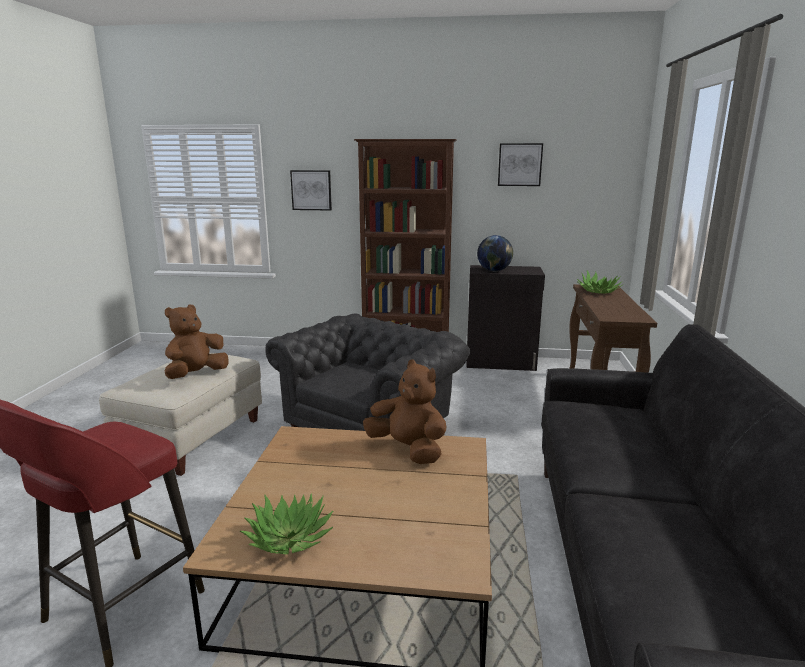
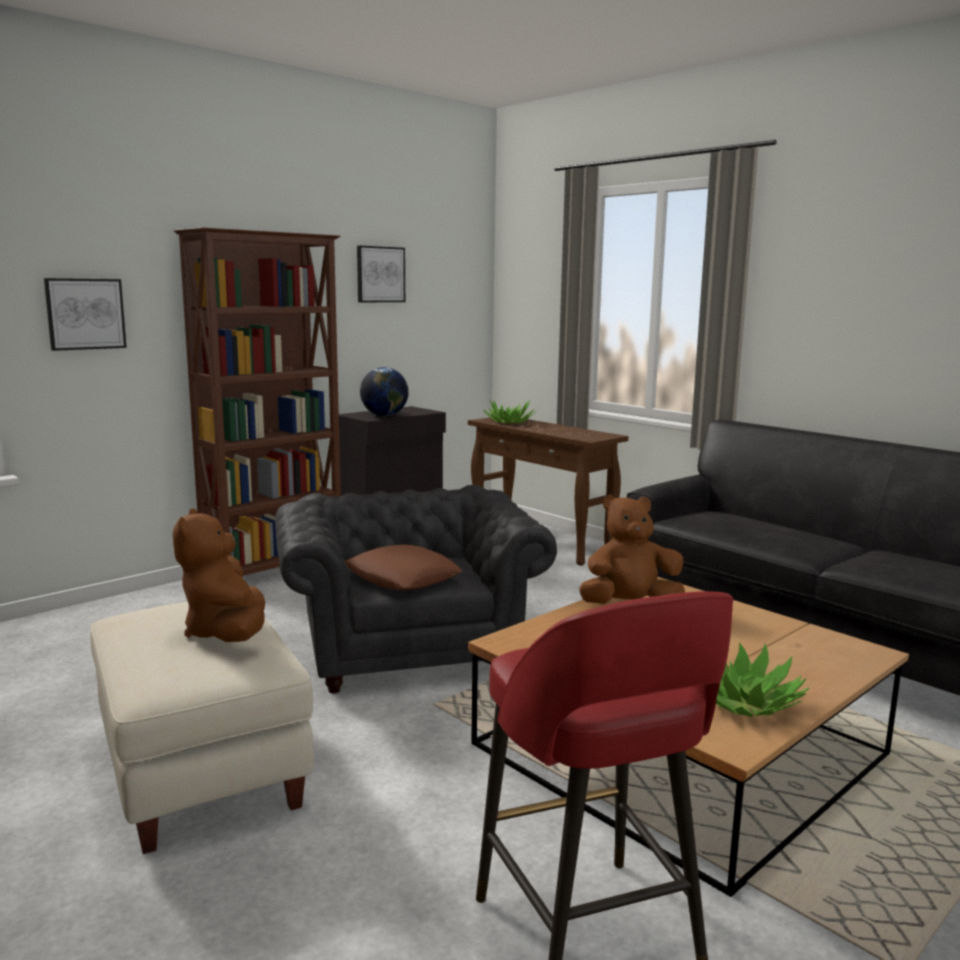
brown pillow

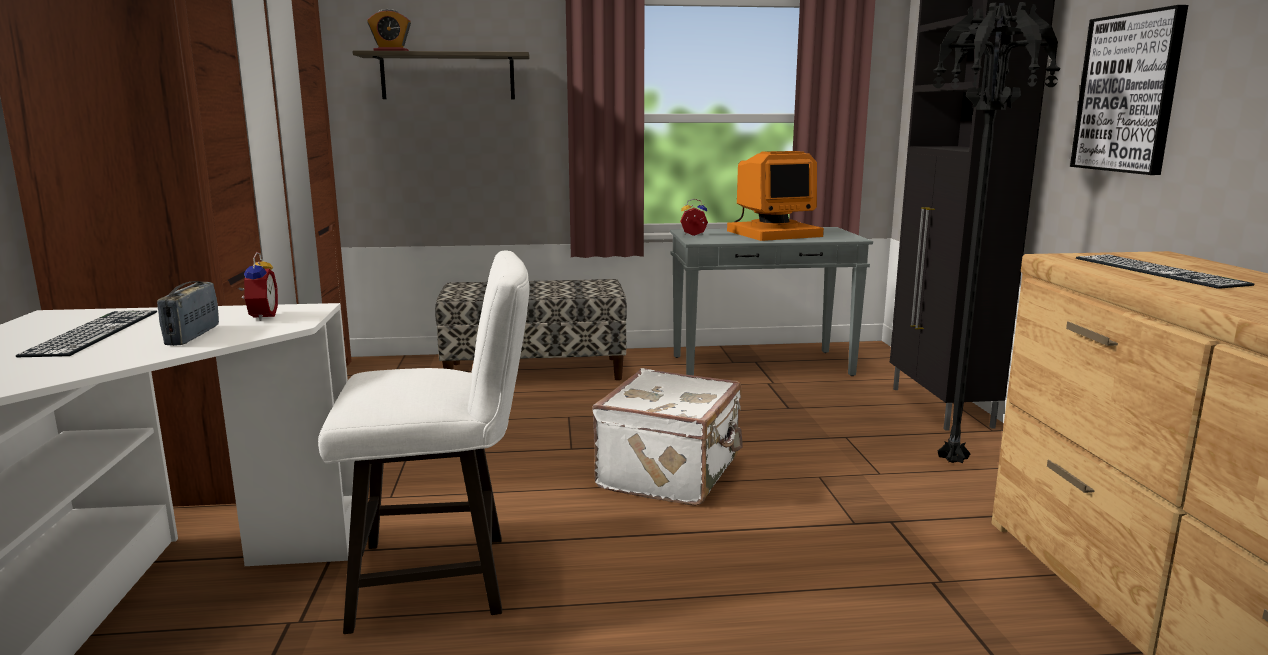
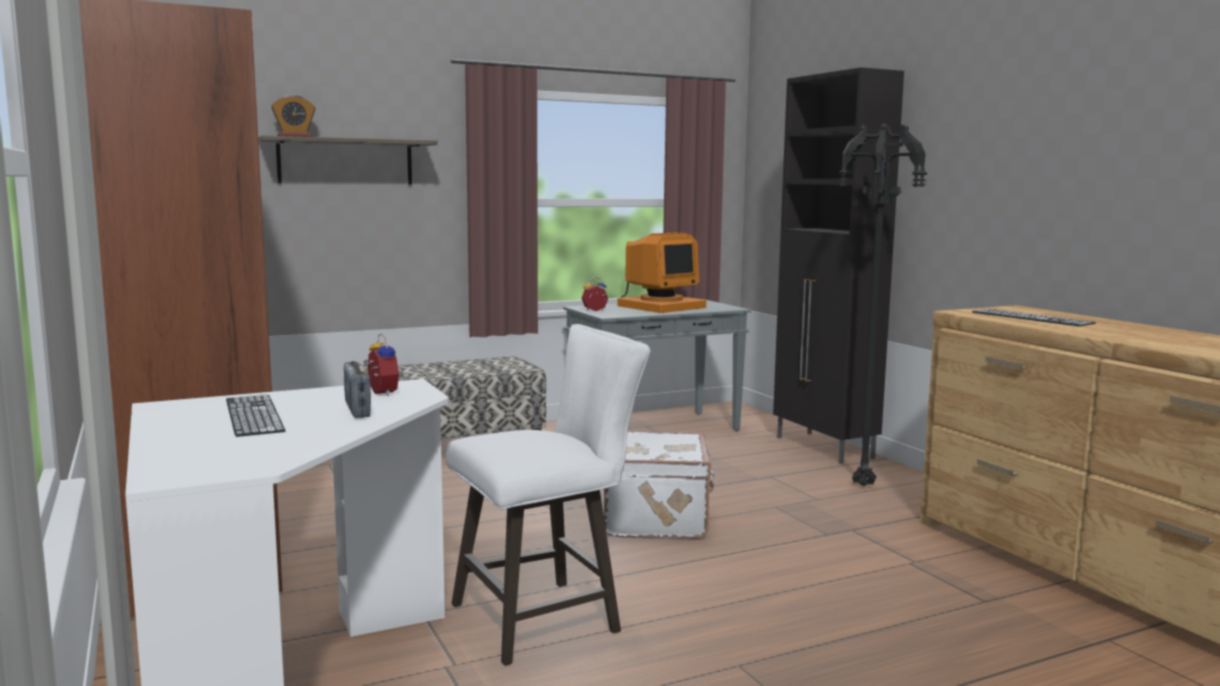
picture

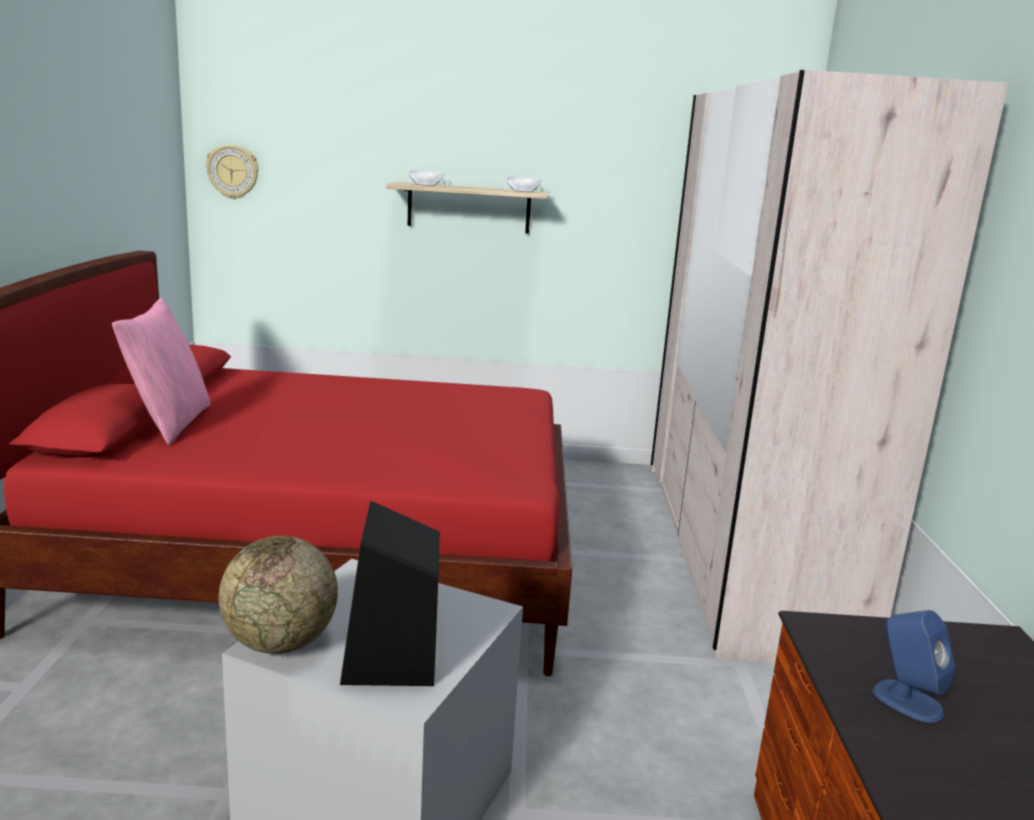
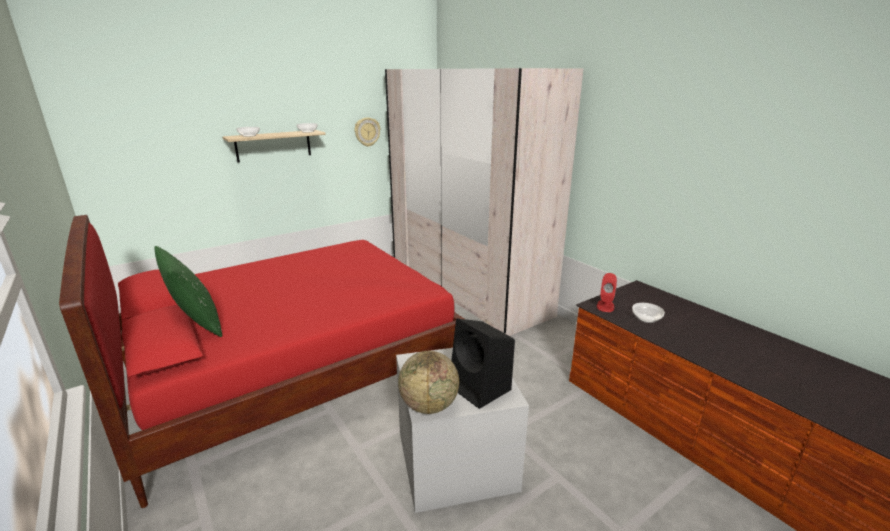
red speaker; wall clock; bowl (no. 3 from left); green pillow

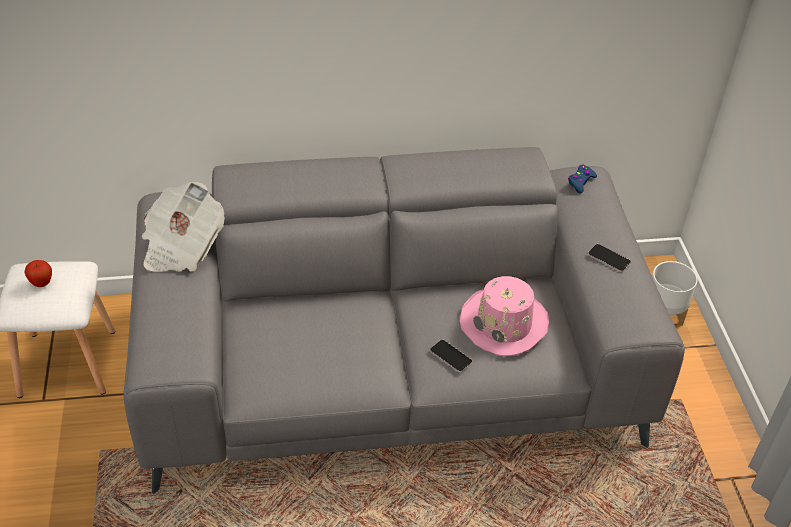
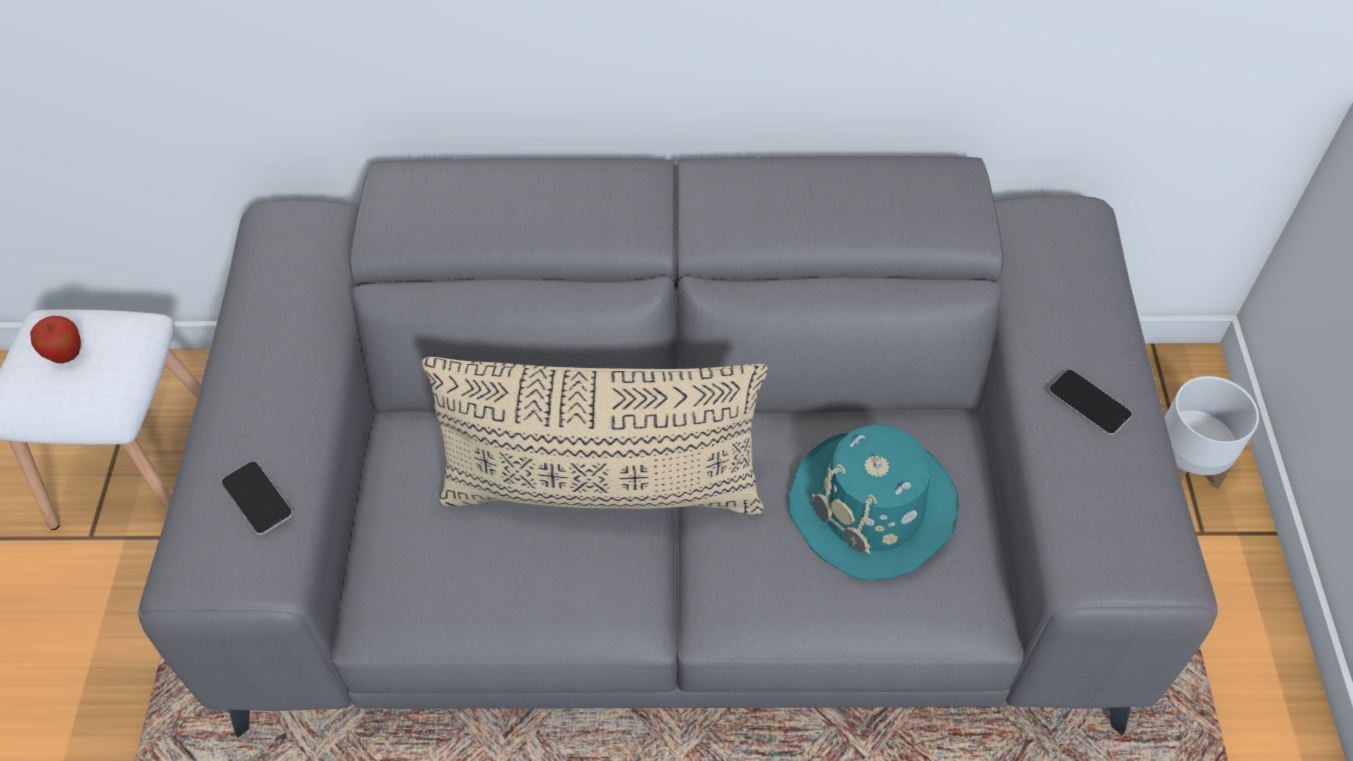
newspaper; blue game controller; beige pillow; phone (no. 1 from left); turquoise hat

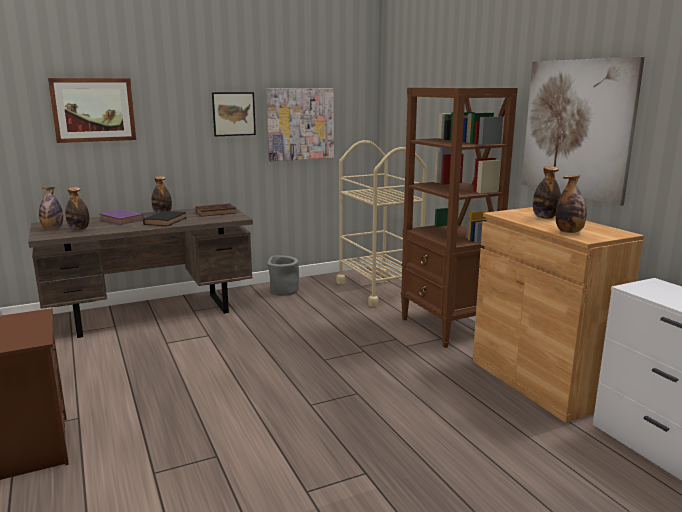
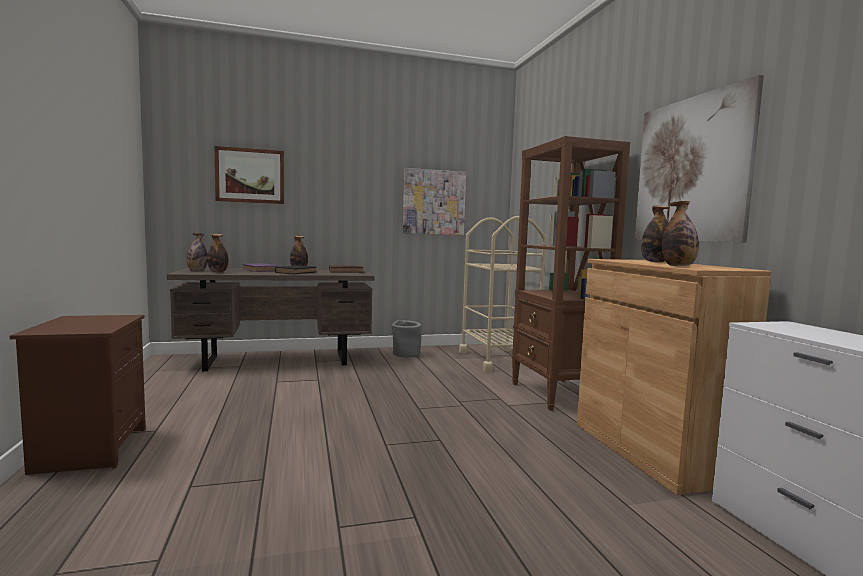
picture (no. 2 from left in the first image)

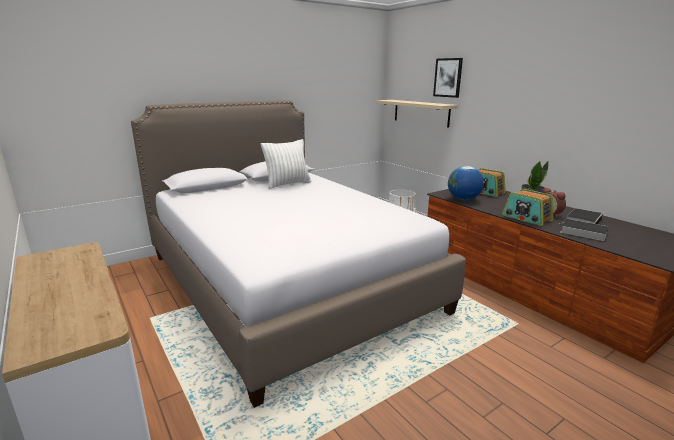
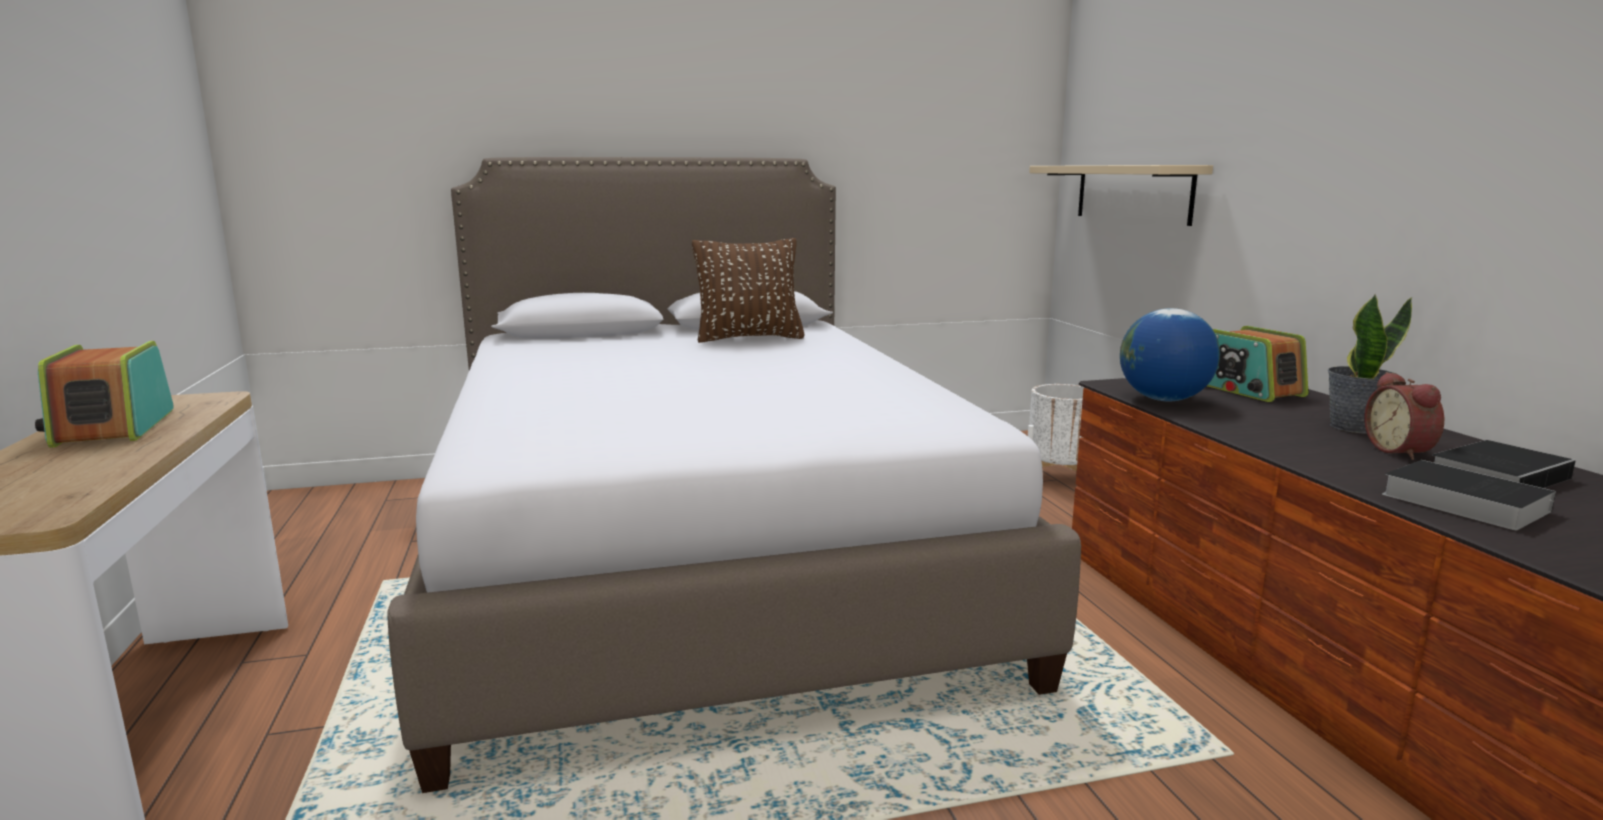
picture; radio (no. 1 from left); brown pillow

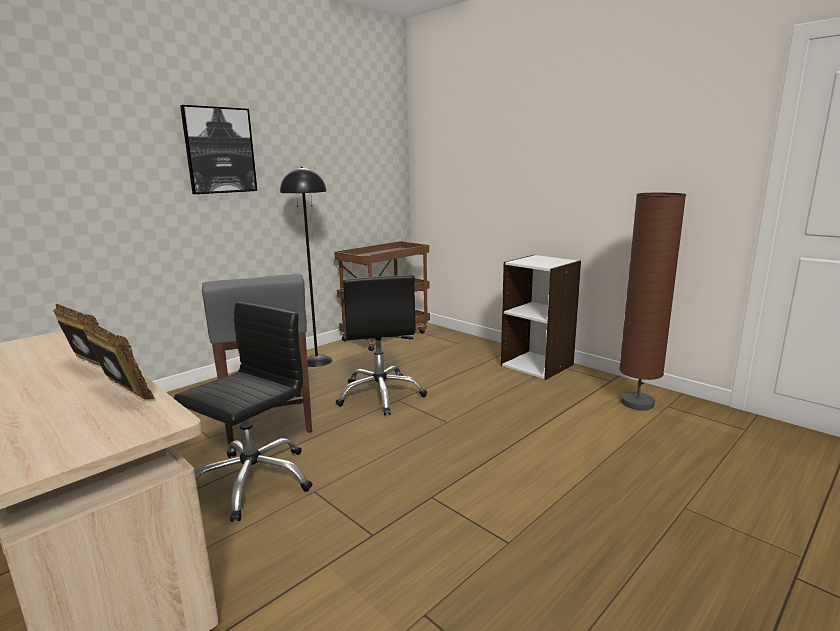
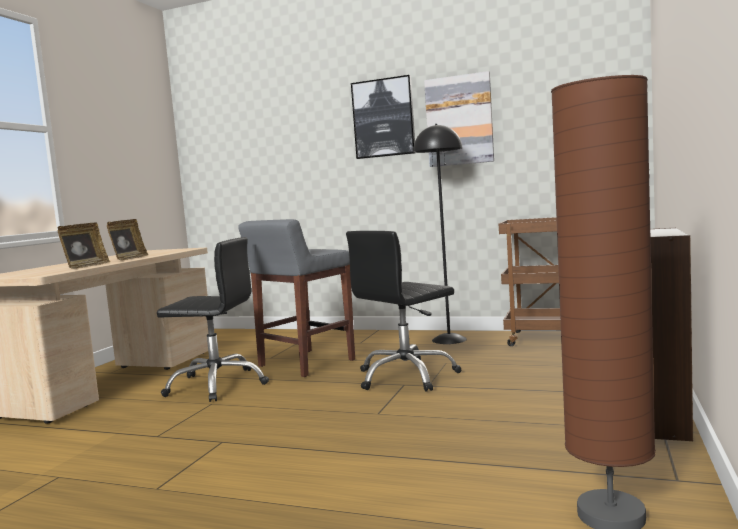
picture (no. 2 from left)

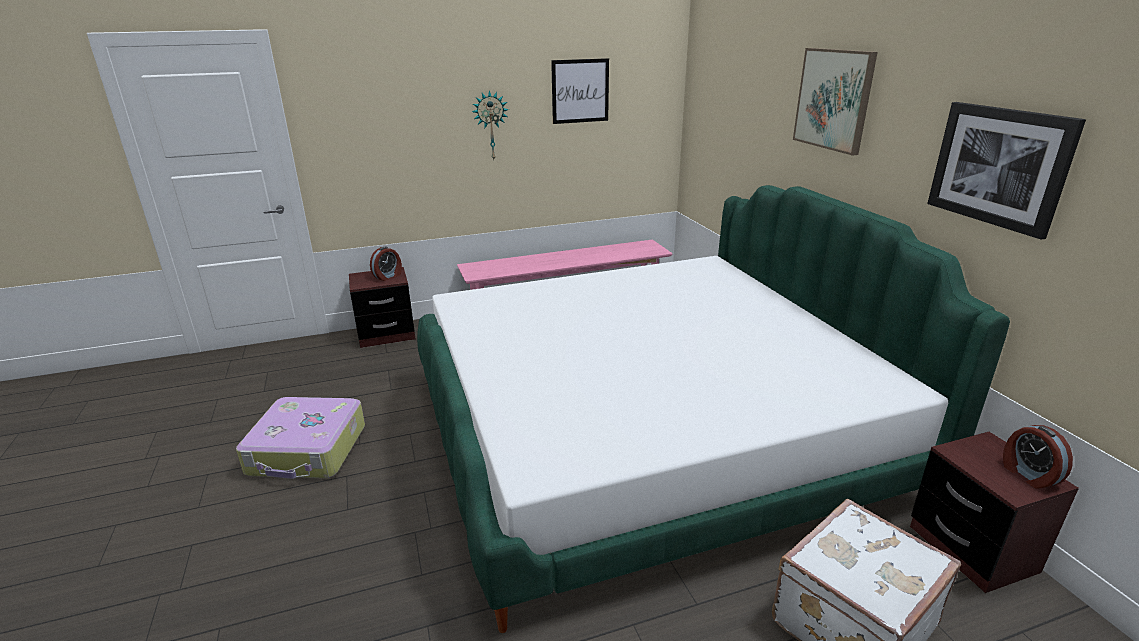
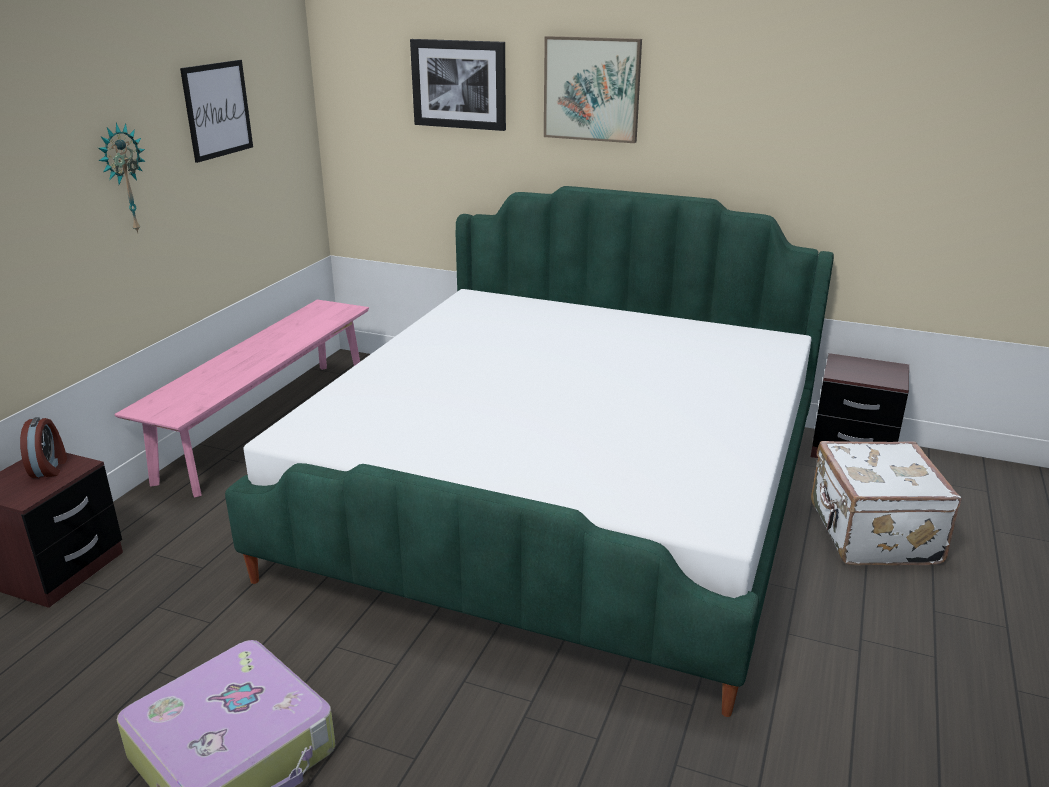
alarm clock (no. 2 from left in the first image); picture (no. 2 from left)

